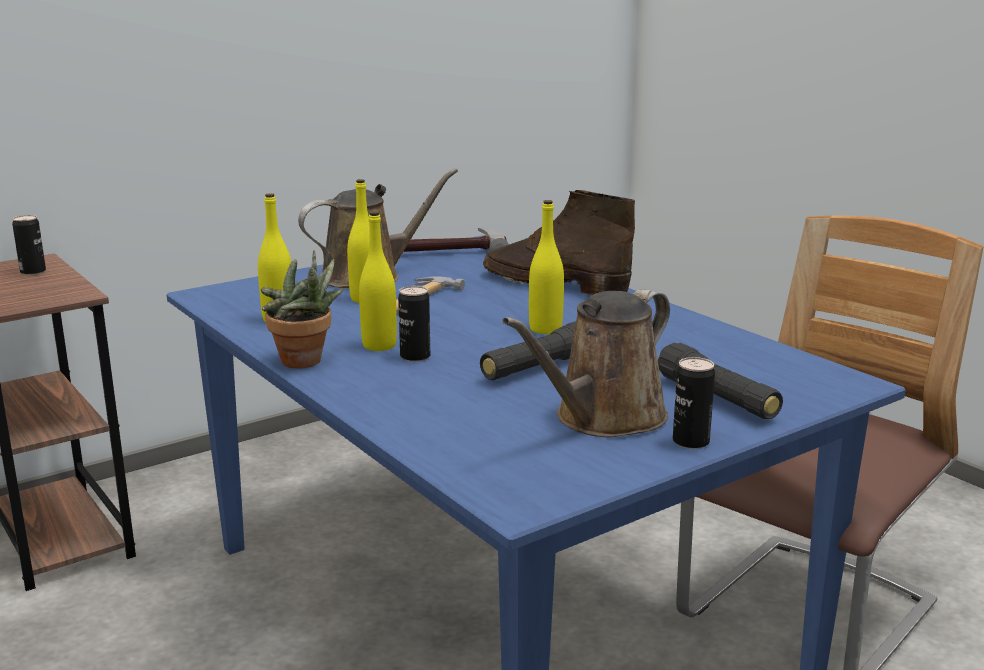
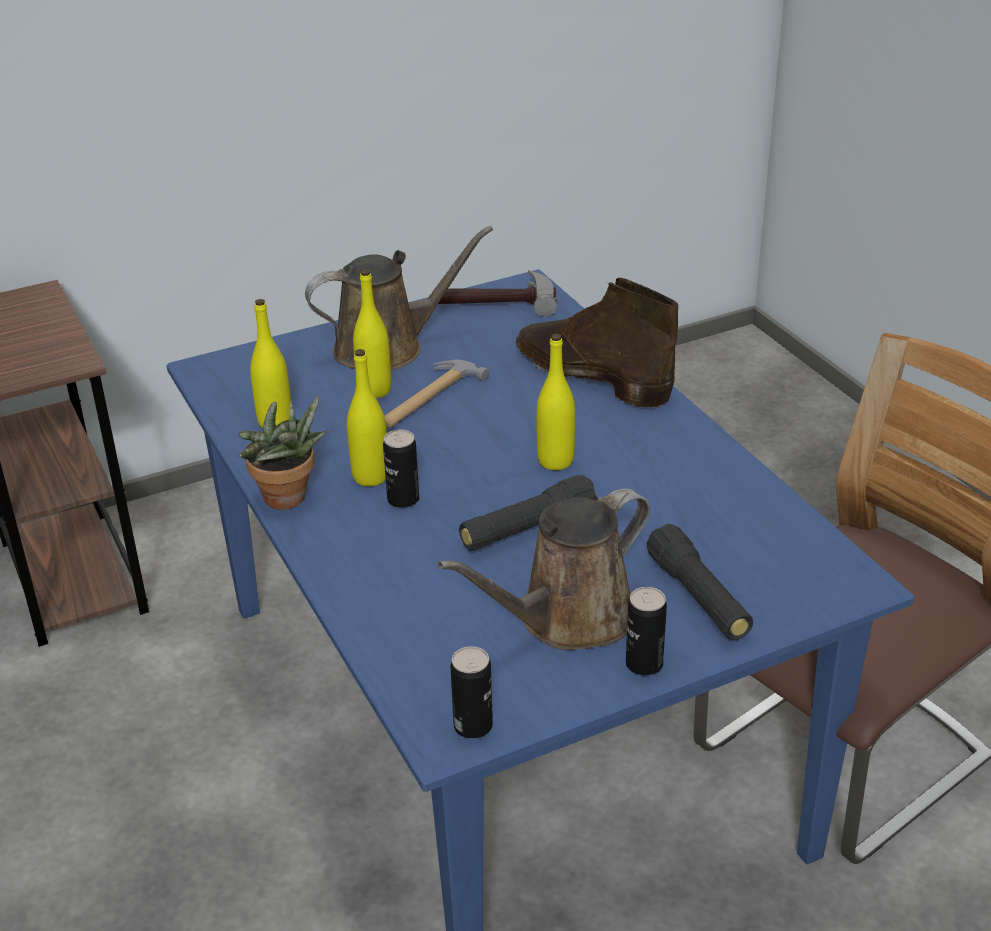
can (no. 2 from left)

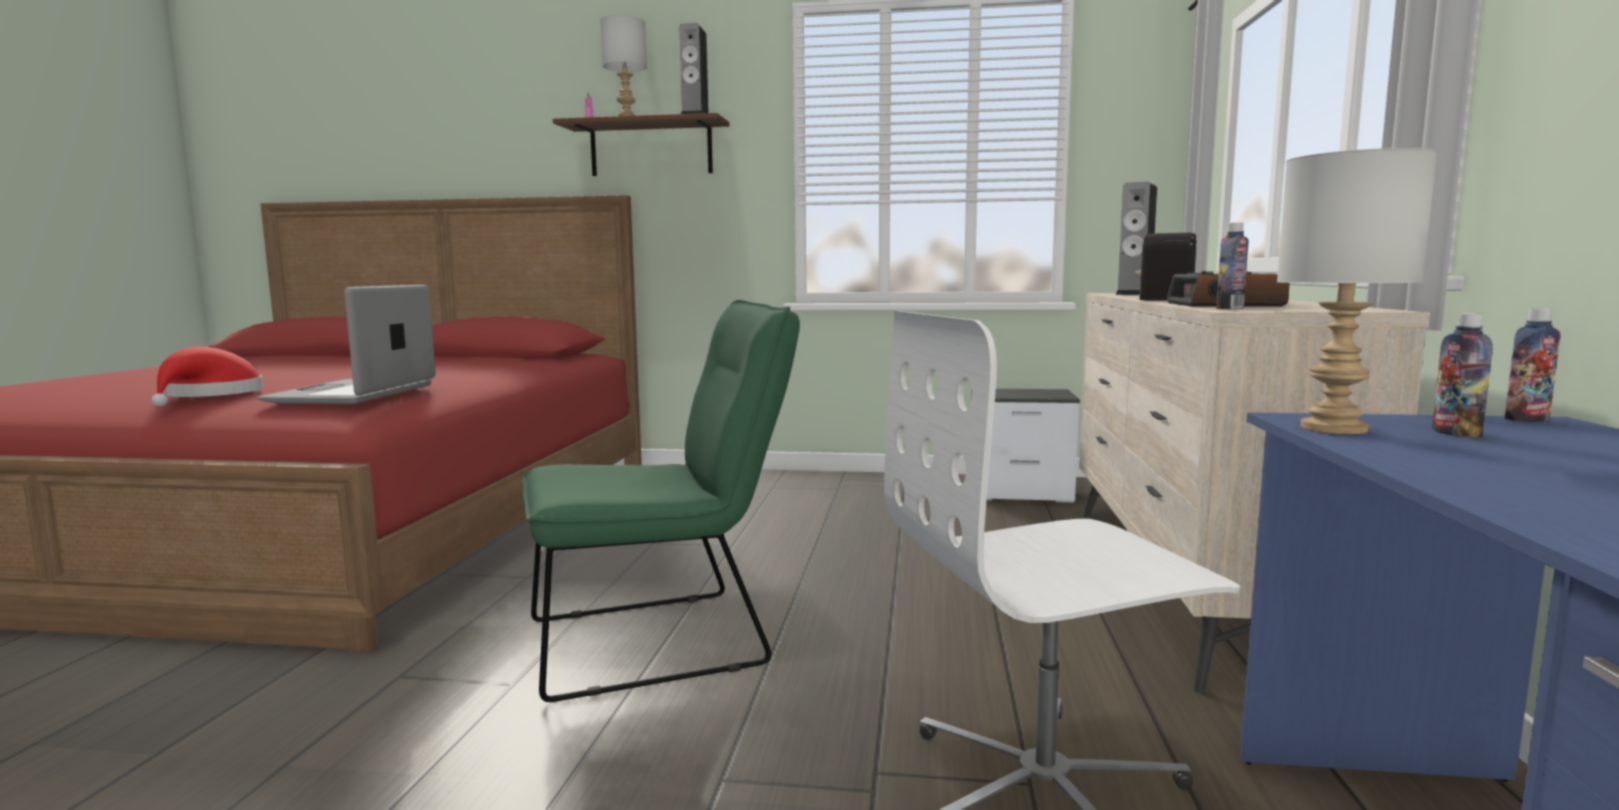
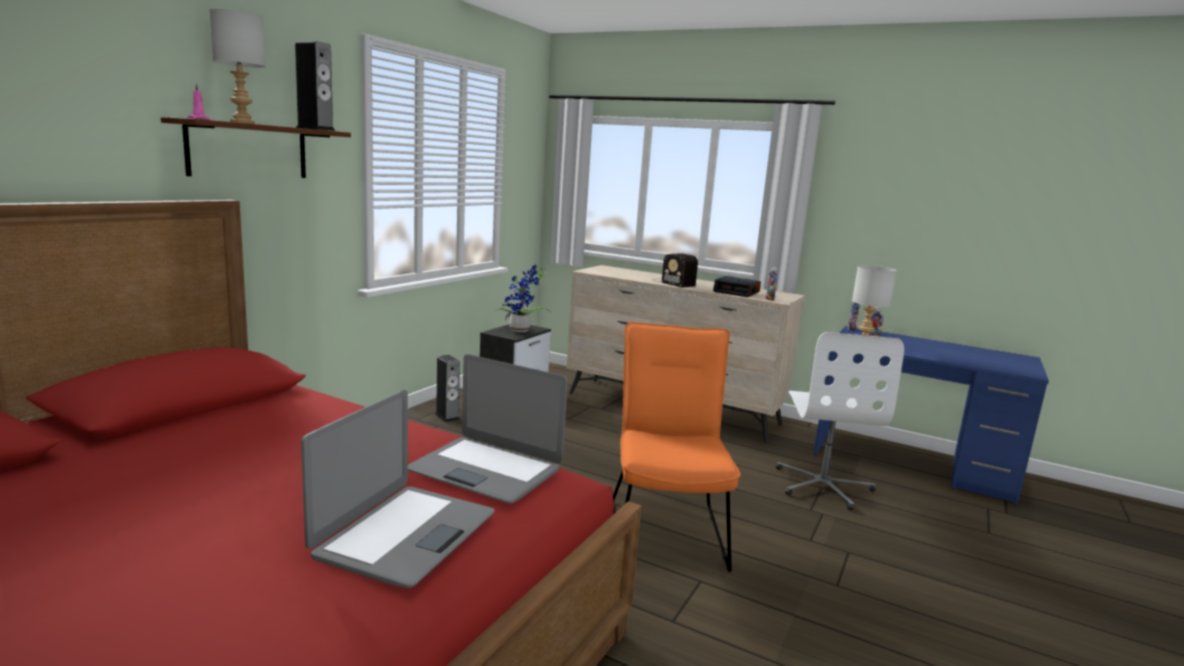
potted plant; speaker (no. 2 from left); laptop (no. 1 from left); orange chair

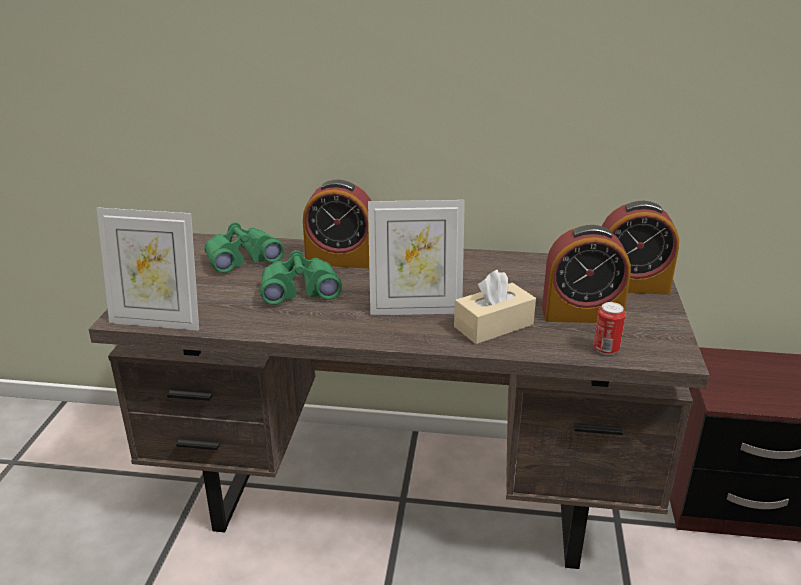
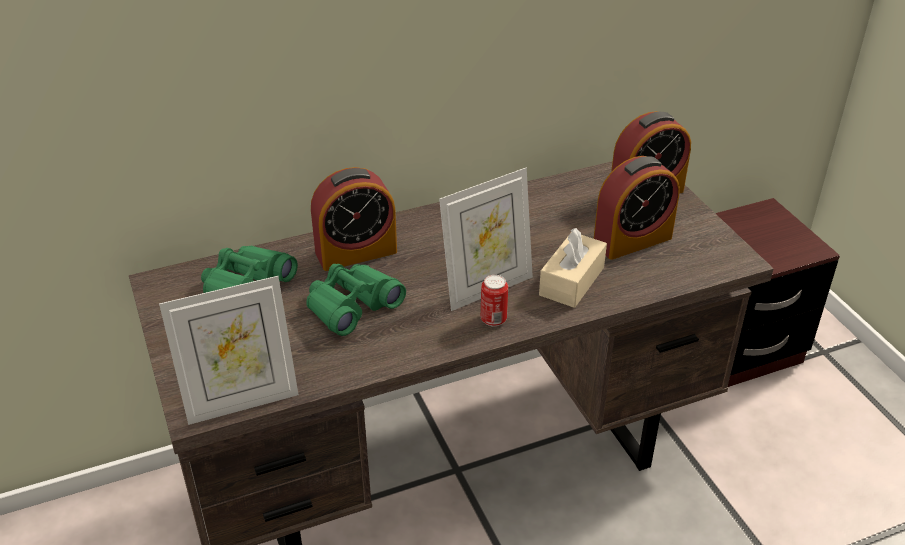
can

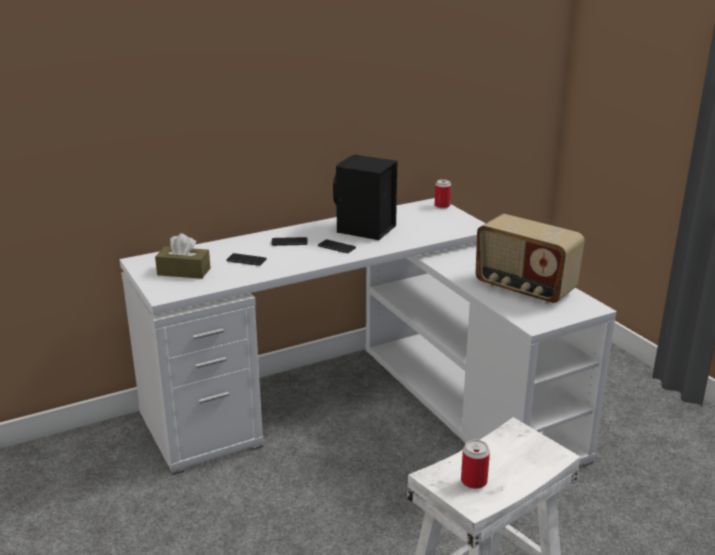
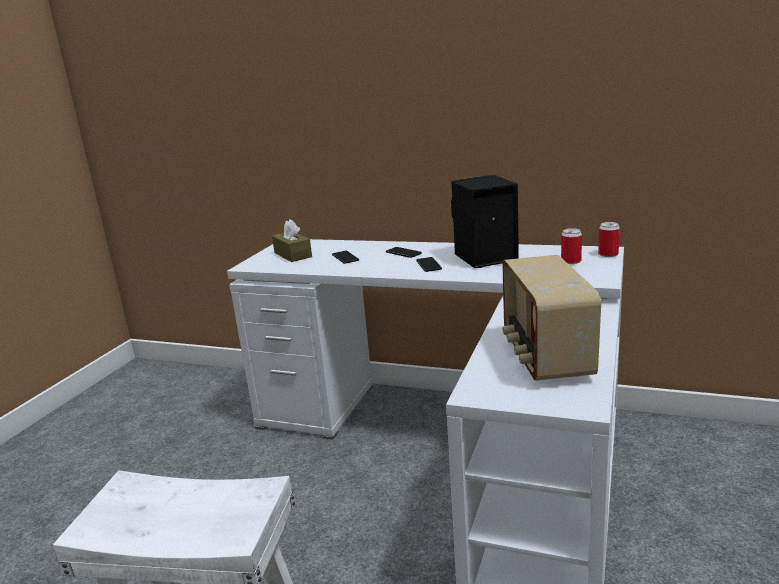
can (no. 1 from left)

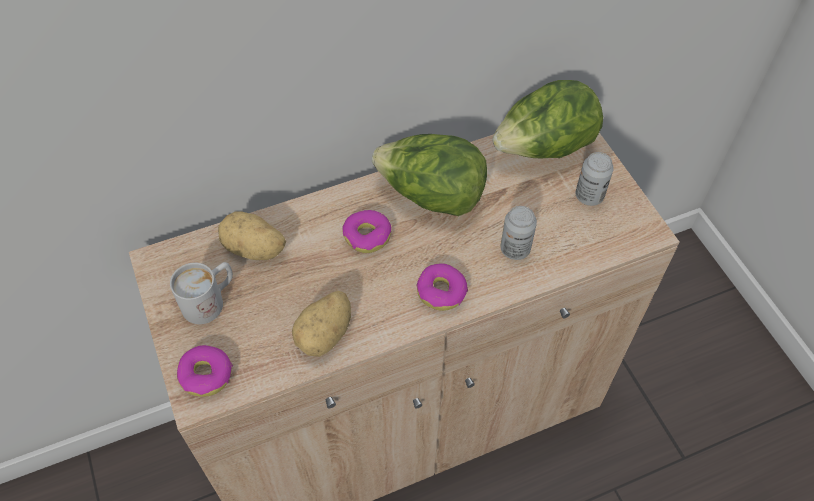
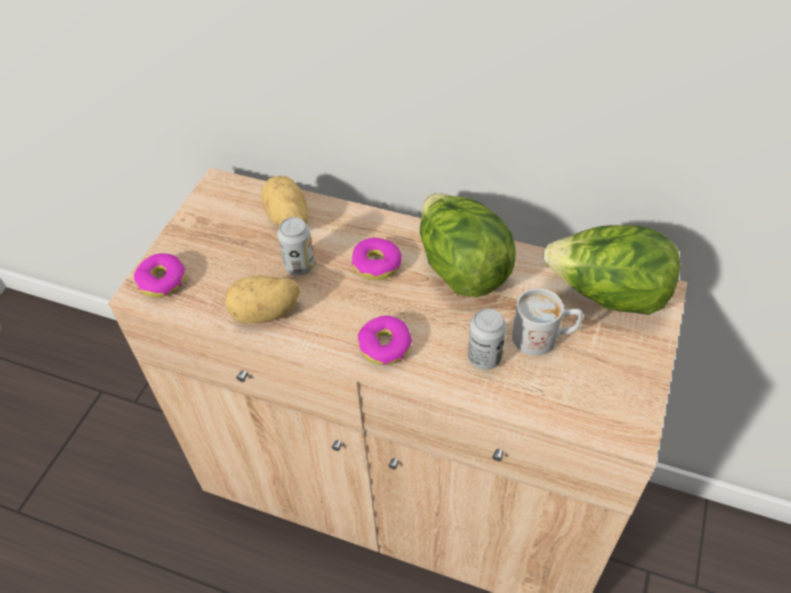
white mug; can (no. 1 from left)

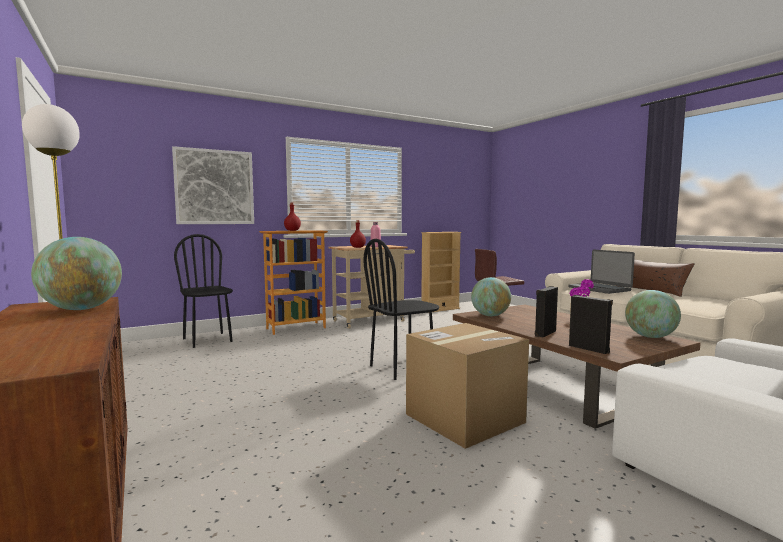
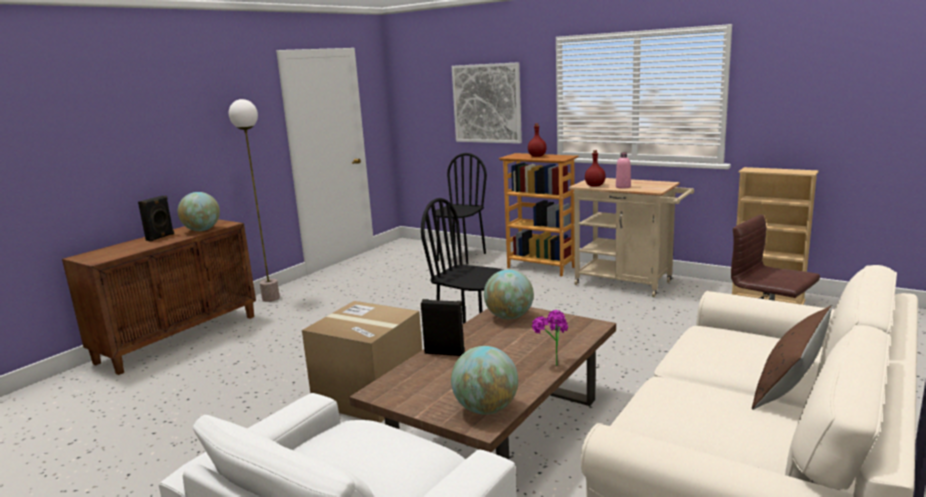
laptop; black speaker (no. 1 from left)

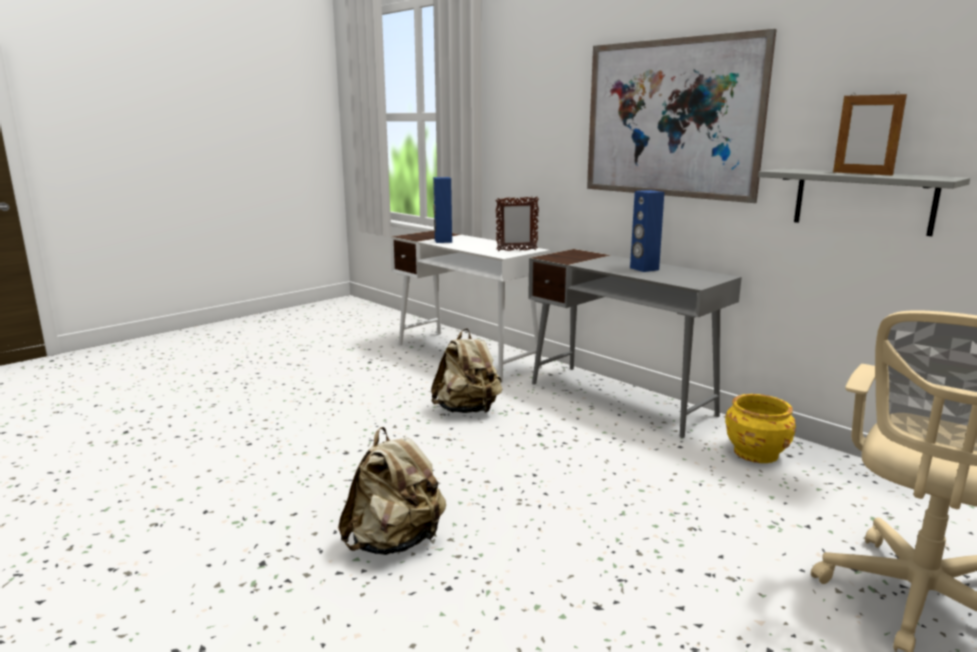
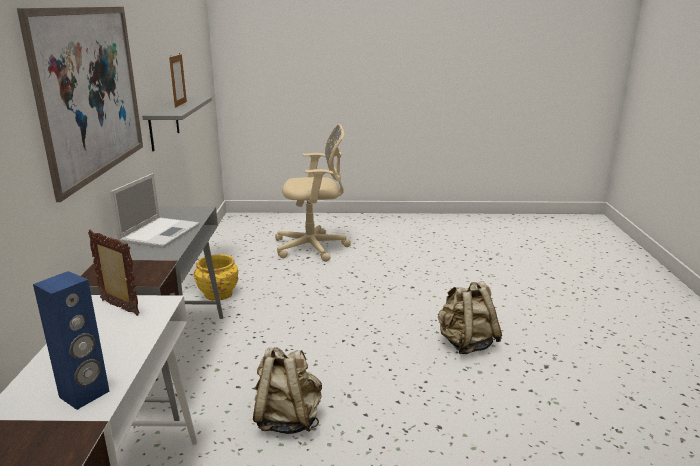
laptop

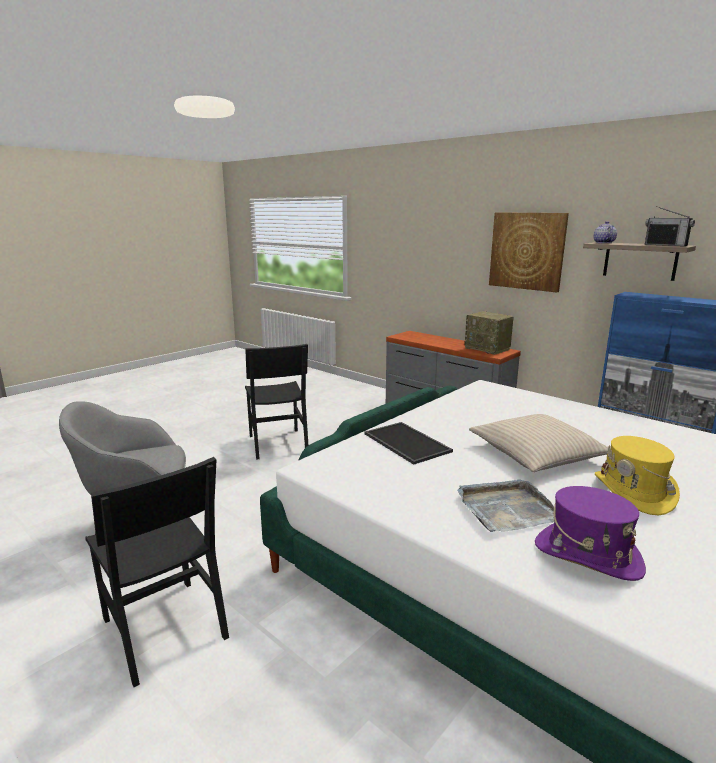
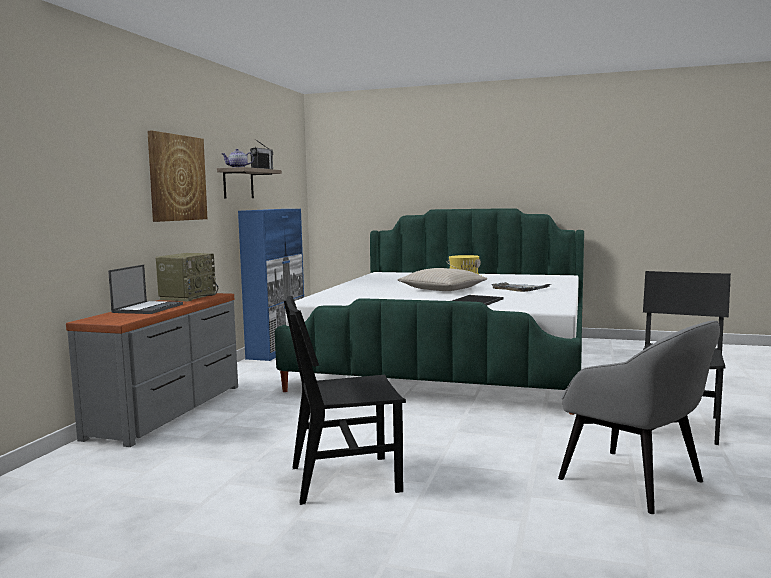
purple hat; laptop; black chair (no. 1 from left)

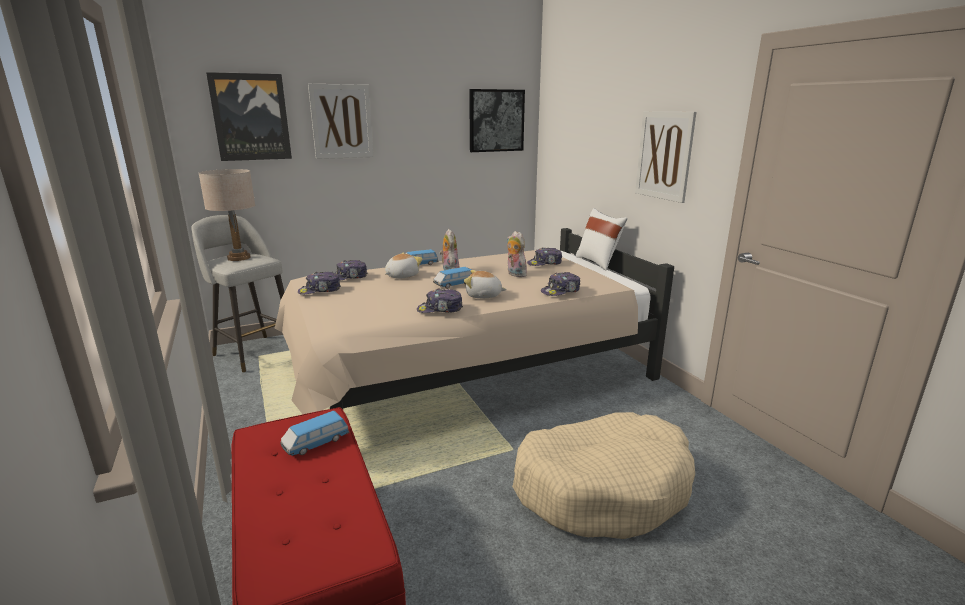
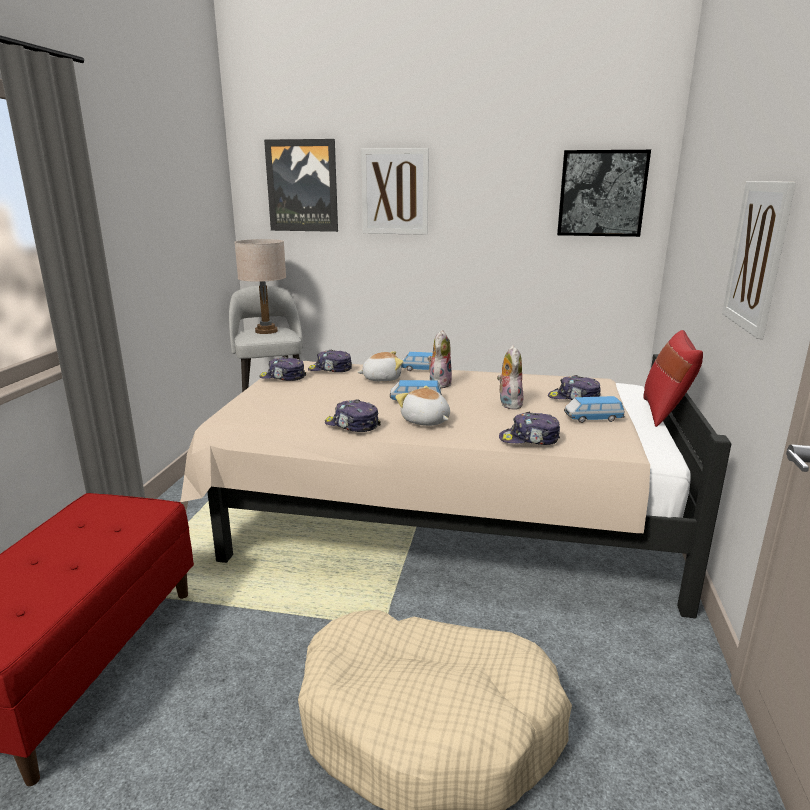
toy car (no. 3 from left); red pillow

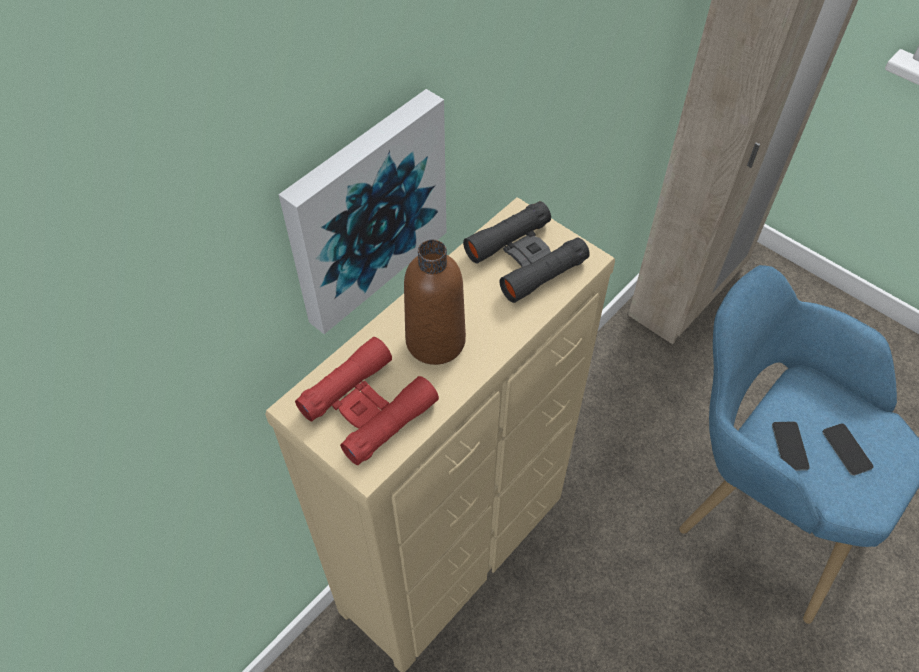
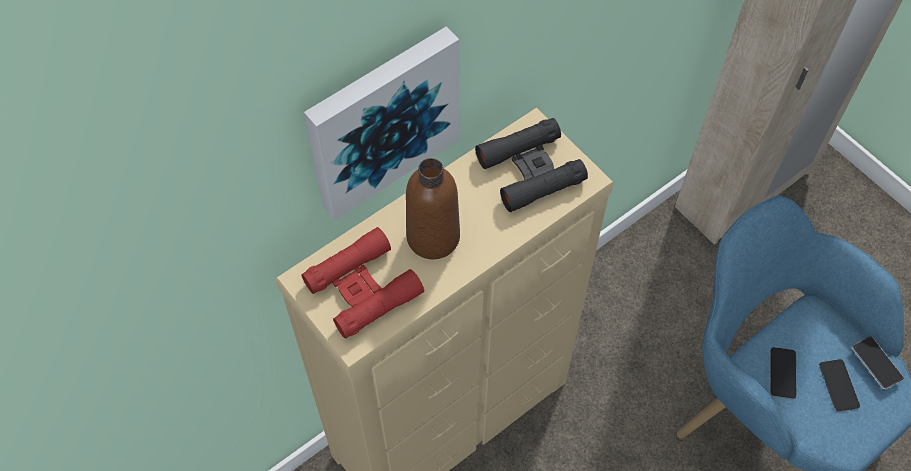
phone (no. 3 from left)

